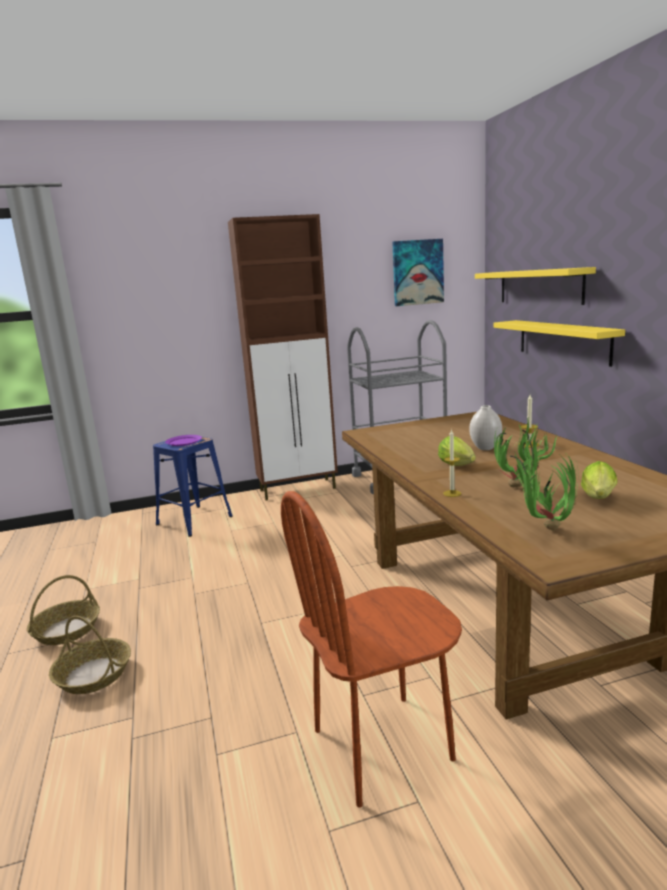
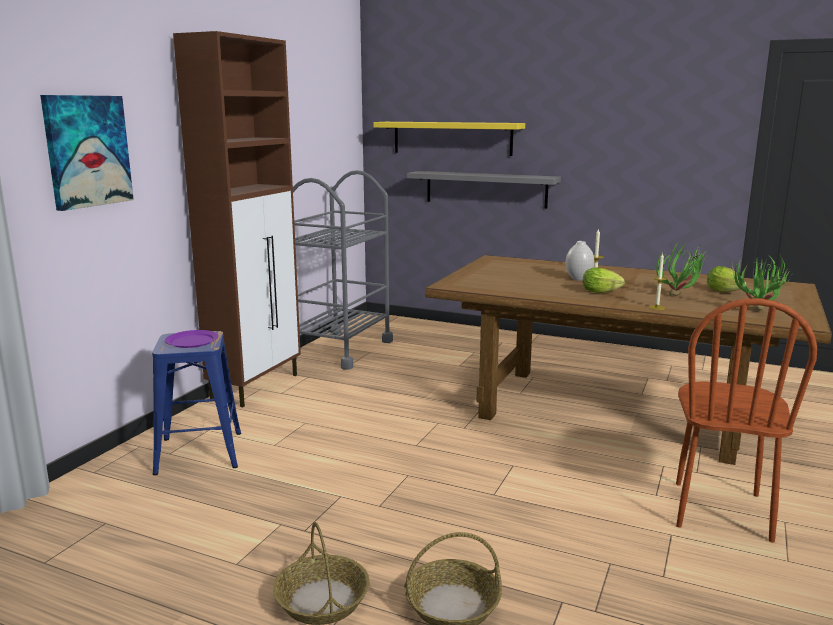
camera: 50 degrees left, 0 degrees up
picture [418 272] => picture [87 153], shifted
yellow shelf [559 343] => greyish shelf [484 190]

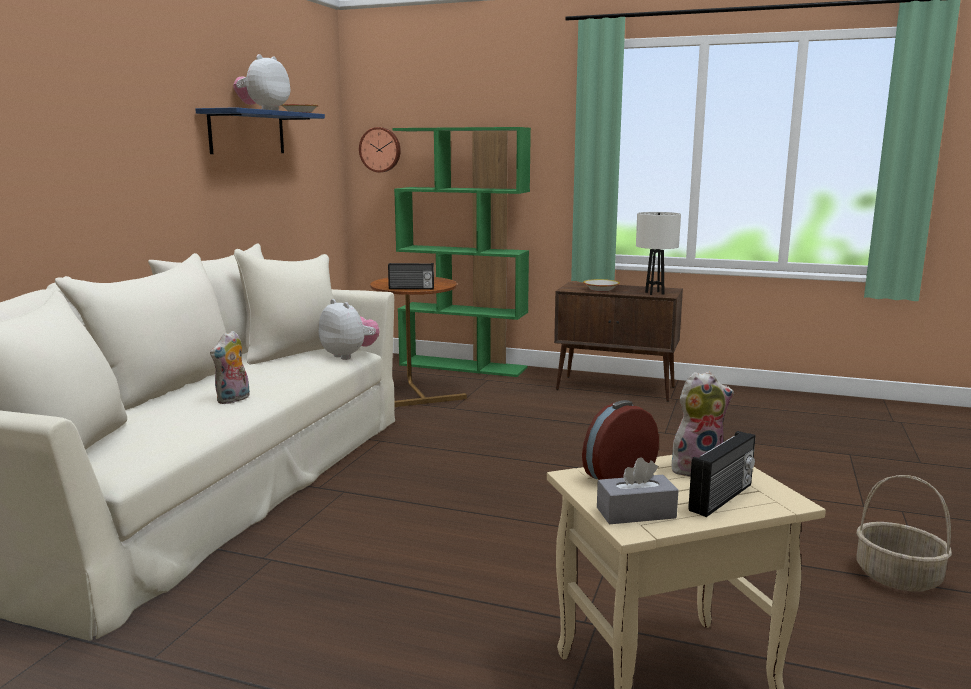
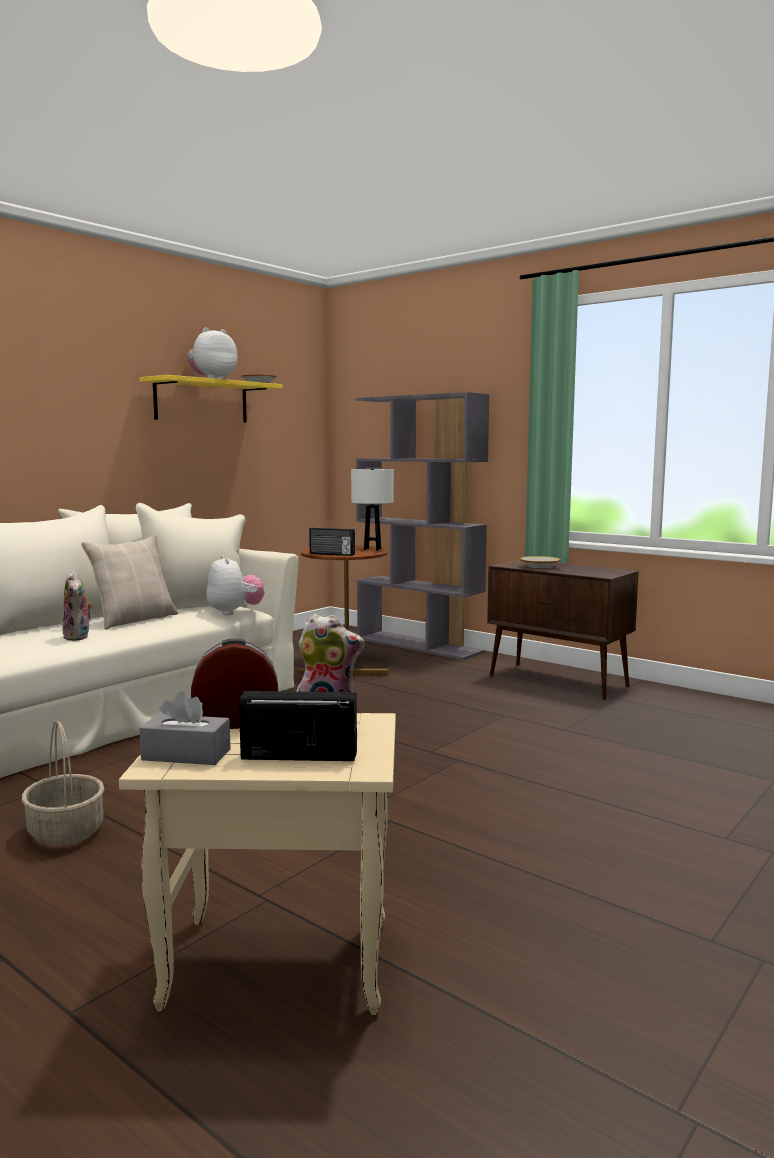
camera: 20 degrees right, 5 degrees down
storage basket [904 533] => storage basket [63 783], shifted
cuddly toy [230 367] => cuddly toy [77 606], 75 degrees counterclockwise
nothing => beige-coloured cushion [129 582]
bluish shelf [260 130] => yellow shelf [211 398]
radio set [721 474] => radio set [298 726], 150 degrees counterclockwise
whitish tabletop lamp [658 253] => whitish tabletop lamp [372 510], shifted
green shelving unit [462 252] => greyish shelving unit [422 526]
clock on the wall [380 149] => nothing

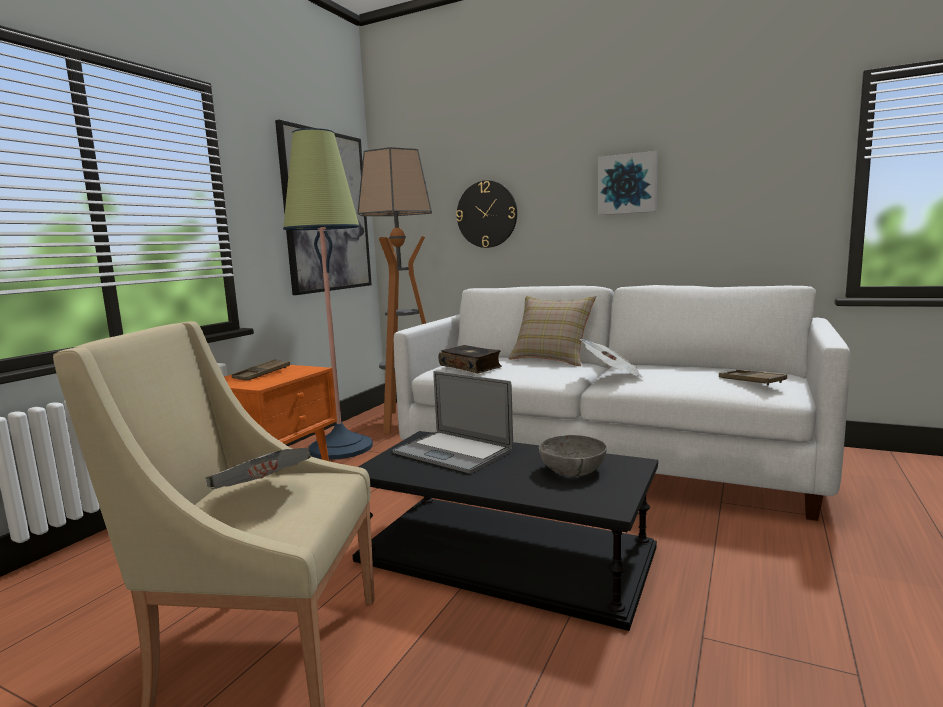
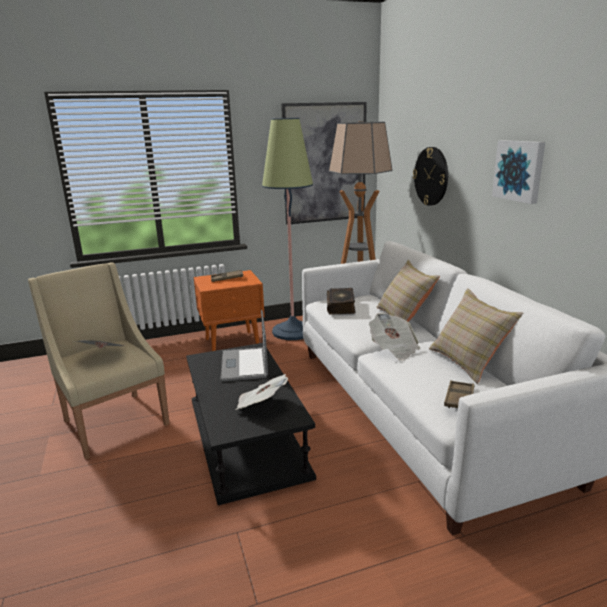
camera: 45 degrees right, 10 degrees up
greyish serving bowl [573 456] => printed paper [262 392]
nothing => beige-coloured cushion [476 336]

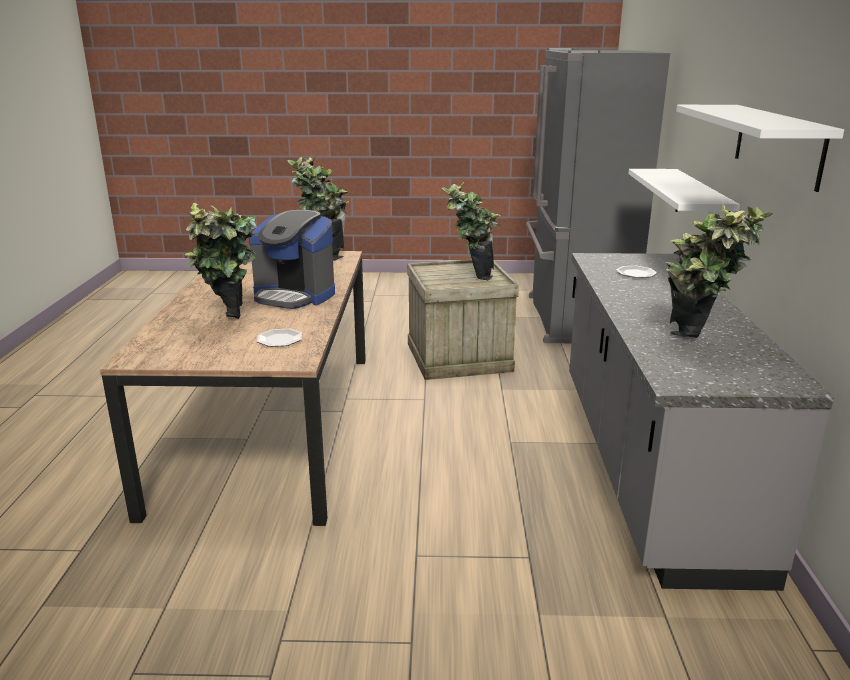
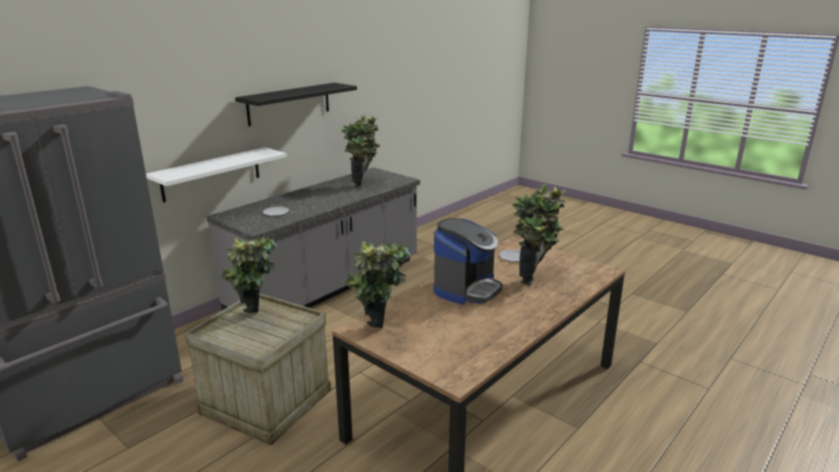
camera: 140 degrees left, 0 degrees up
whitish shelf [760 148] => black-coloured shelf [296 104]
coffee machine [292 259] => coffee machine [468 261], 60 degrees clockwise

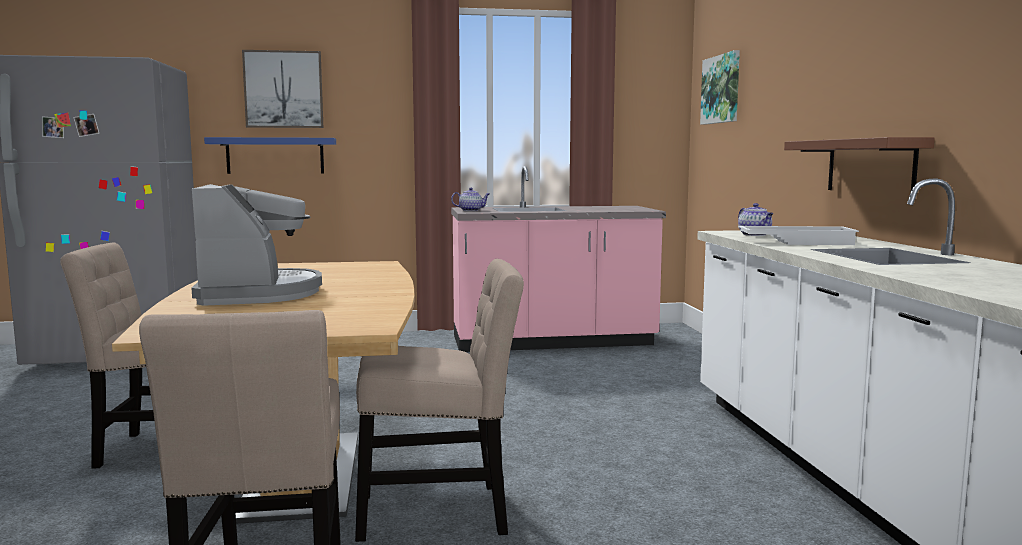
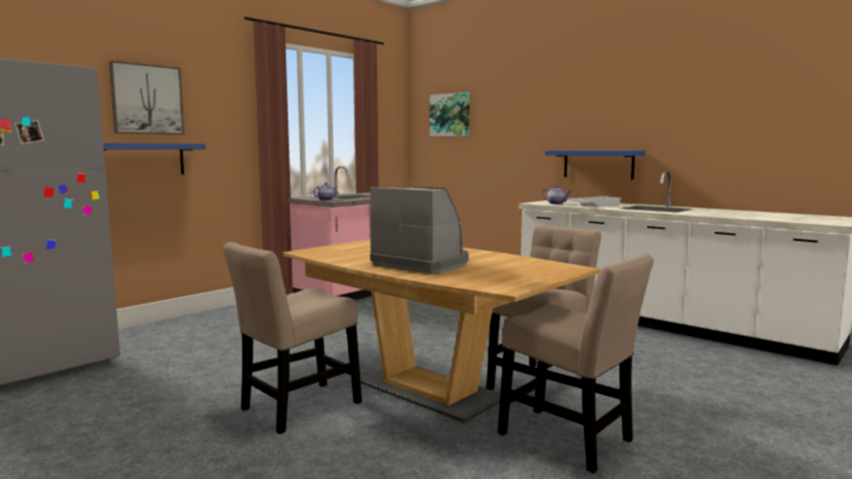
camera: 40 degrees left, 0 degrees up
brown shelf [859 164] => bluish shelf [595 165]

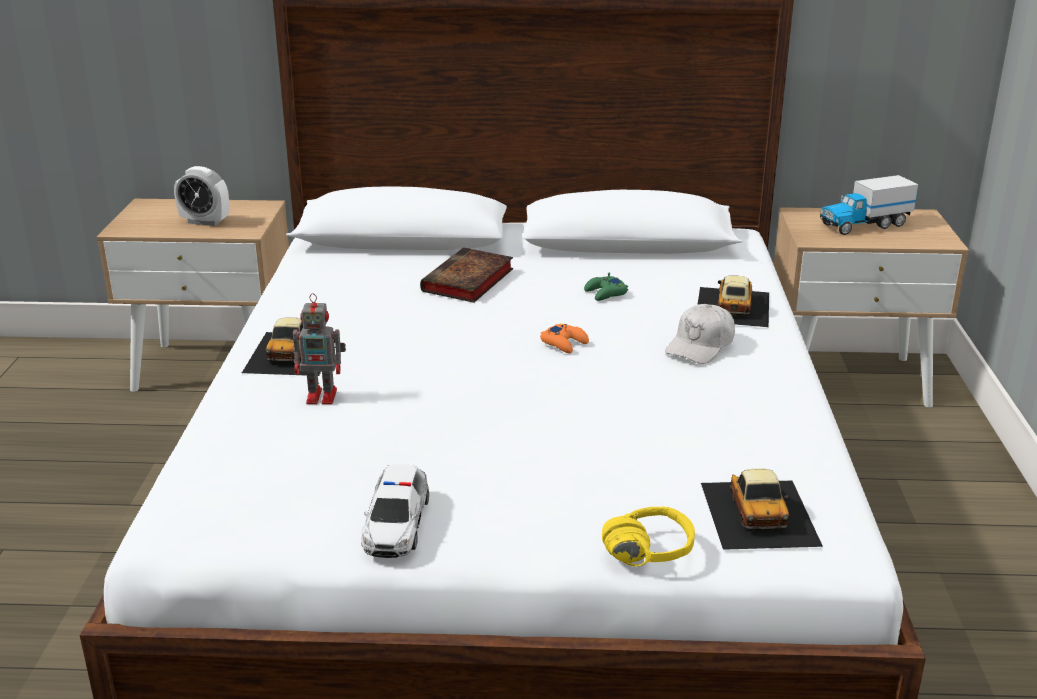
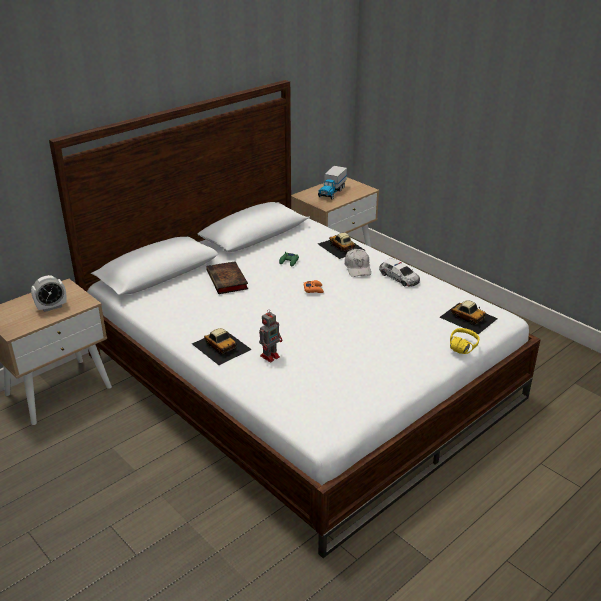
camera: 45 degrees left, 5 degrees up
model car [395 511] => model car [399 273], shifted

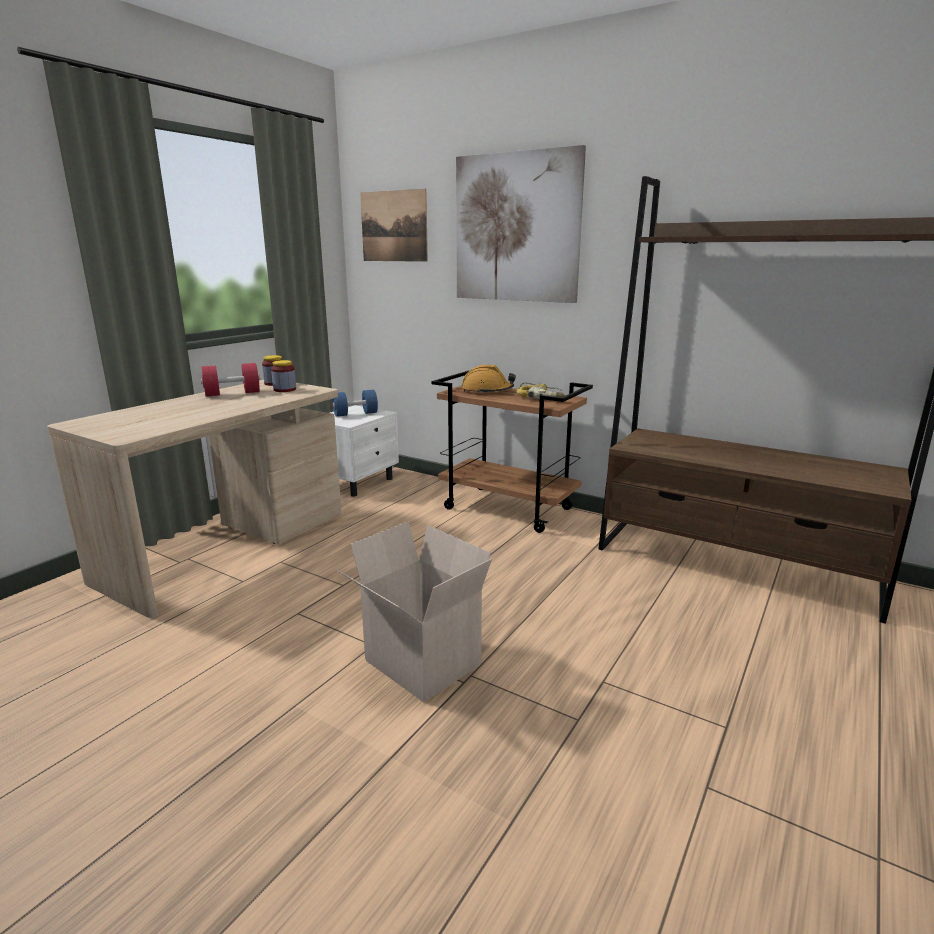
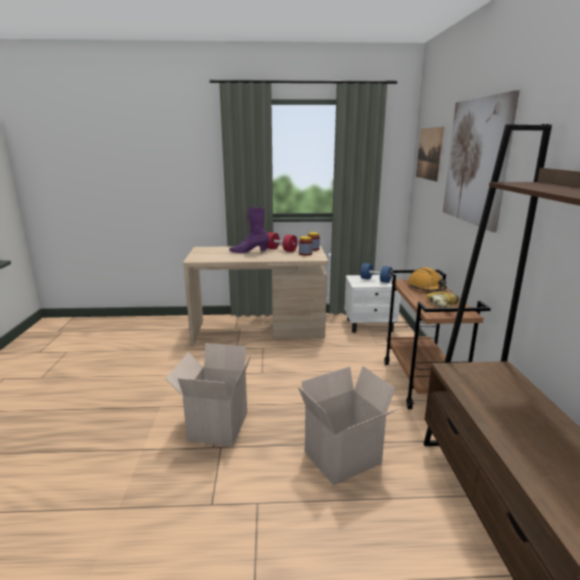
camera: 55 degrees right, 0 degrees up
nothing => purplish high-top boot [249 230]
nothing => carton [349 426]

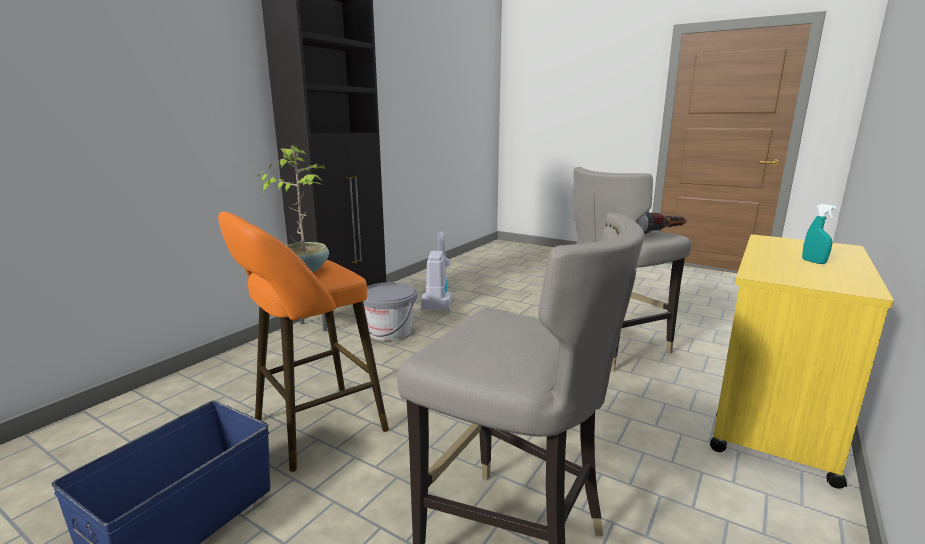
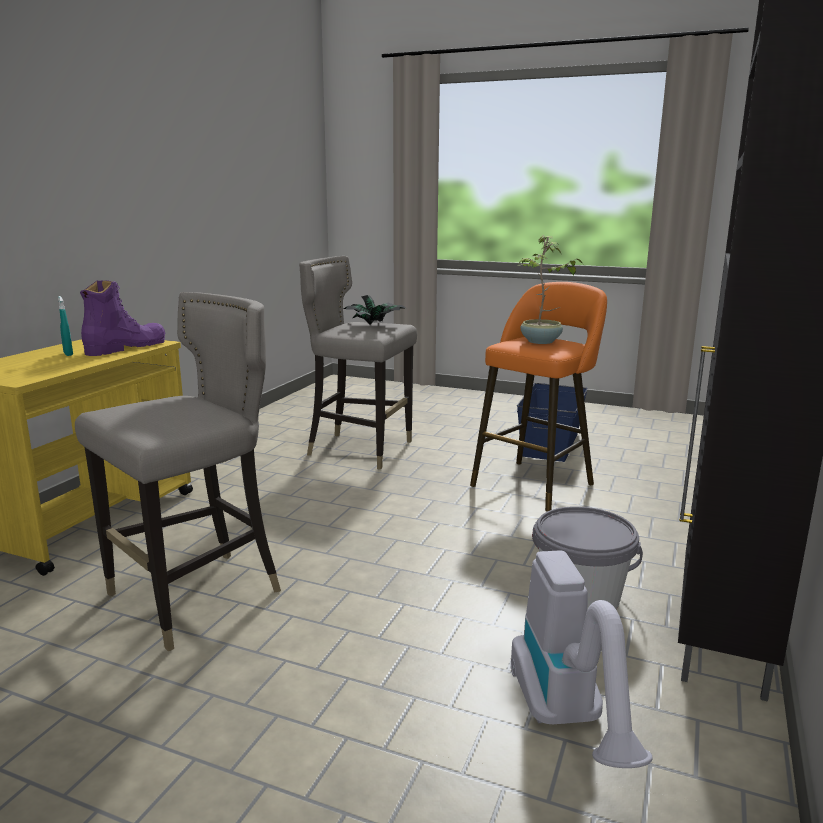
camera: 170 degrees right, 0 degrees up
nothing => purplish high-top boot [122 318]
nothing => houseplant [375 310]
flashlight [662 223] => nothing

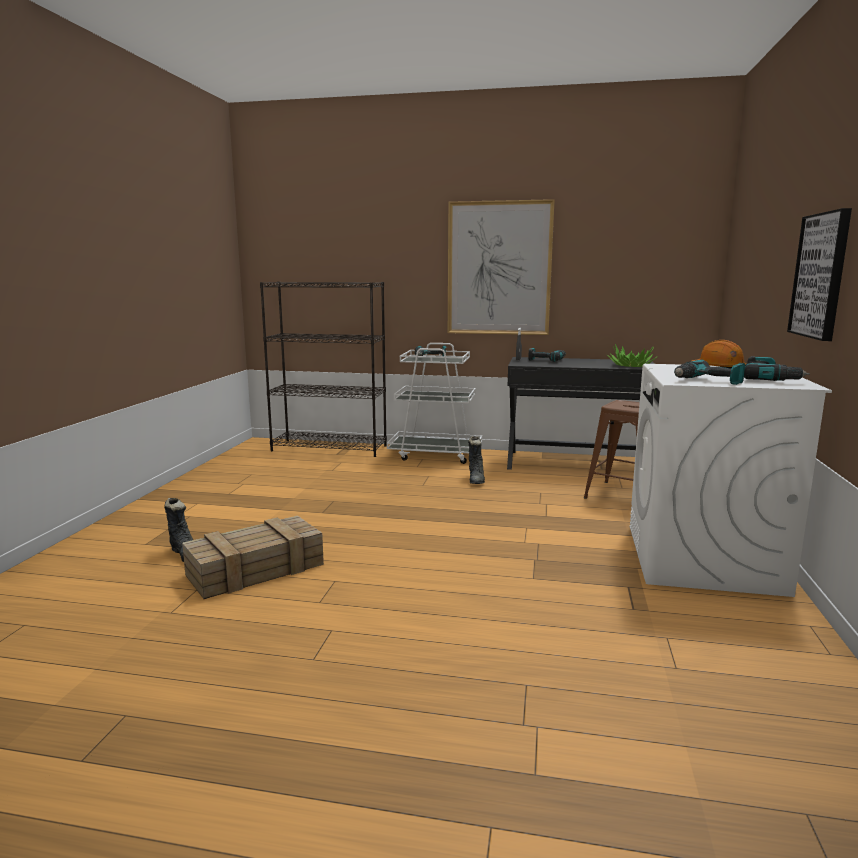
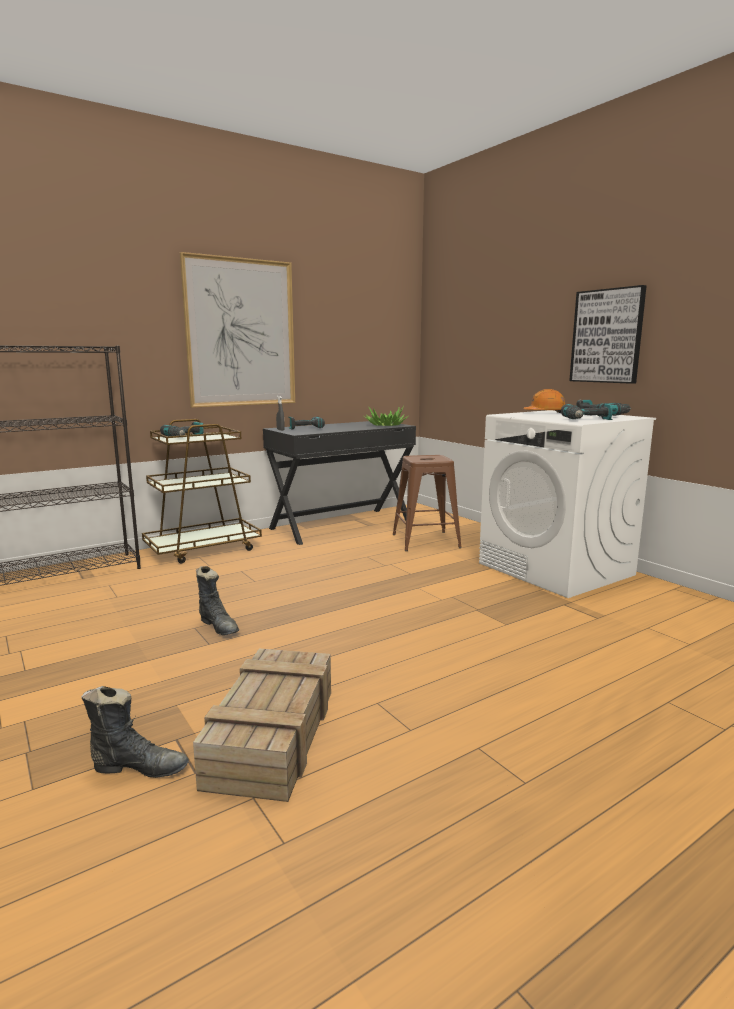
camera: 45 degrees left, 0 degrees up
whitish trolley [434 403] => brown trolley [202 491]
black-coloured high-top boot [476 460] => black-coloured high-top boot [217 600], shifted

